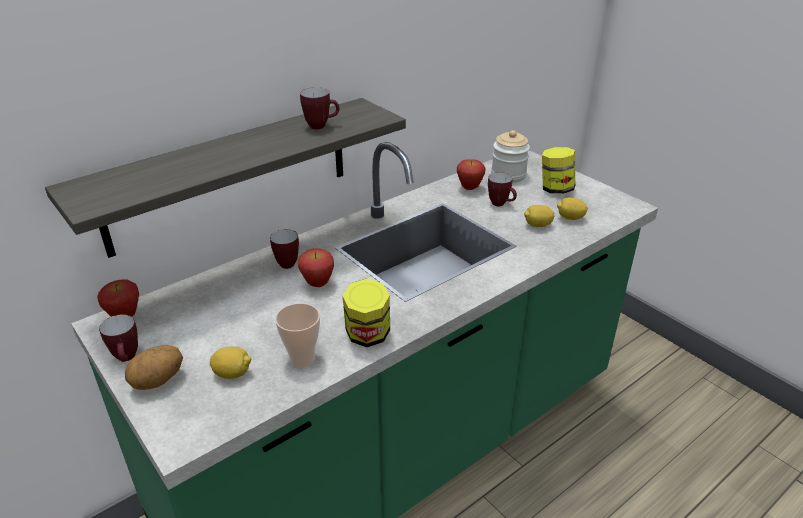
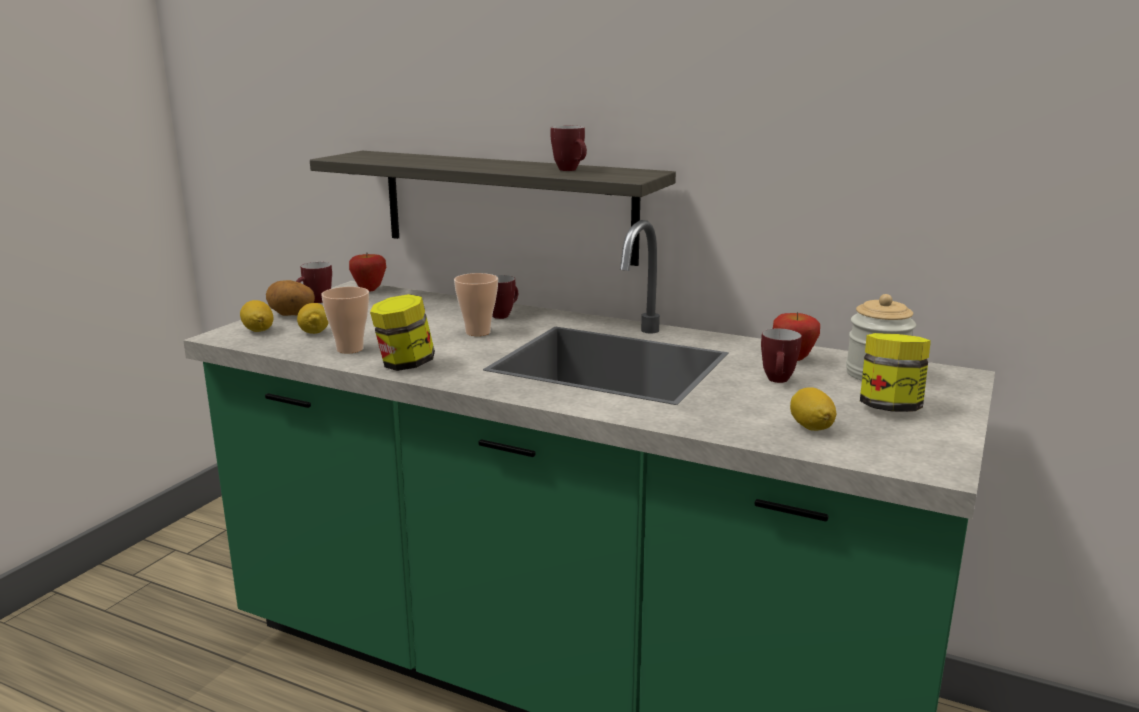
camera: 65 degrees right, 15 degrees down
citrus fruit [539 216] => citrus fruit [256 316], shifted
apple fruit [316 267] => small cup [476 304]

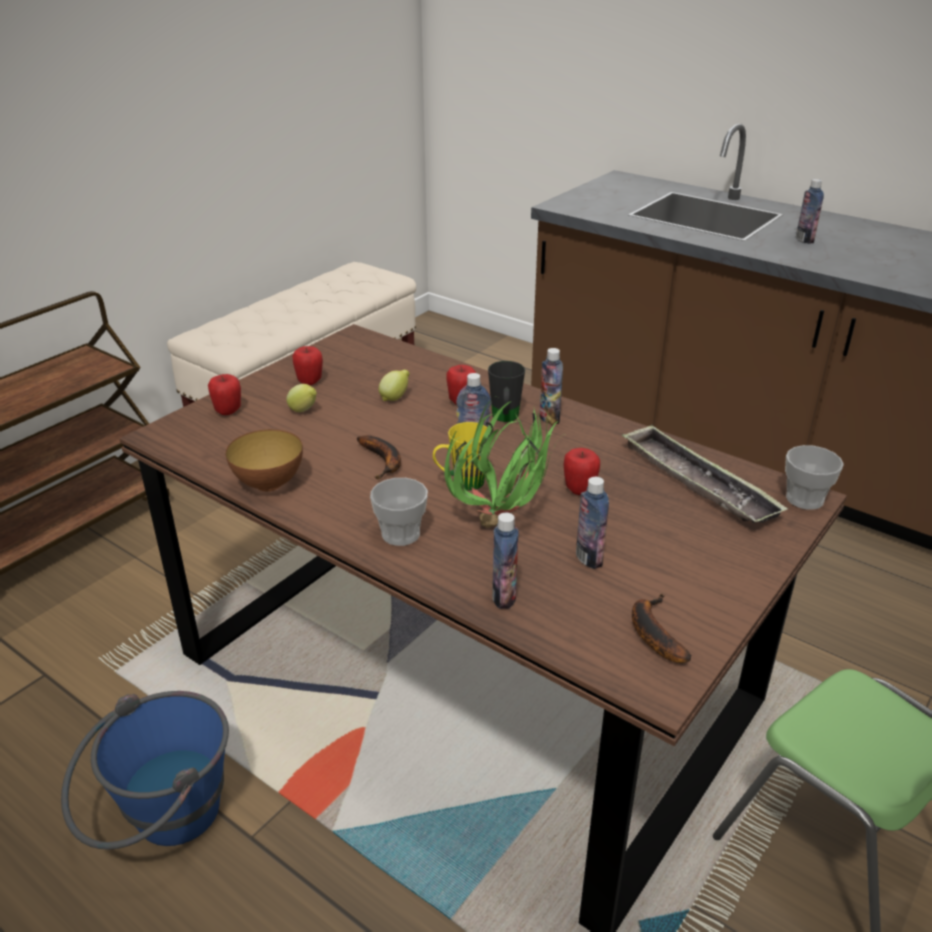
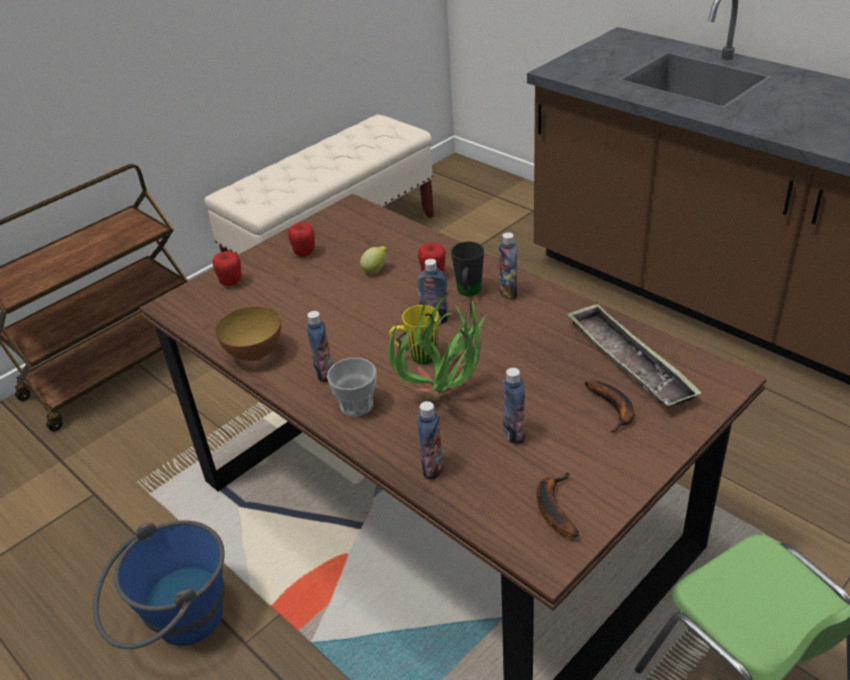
camera: 10 degrees right, 5 degrees up
bottle [810 211] => bottle [319 346], shifted
whole banana [378 457] => whole banana [609 406], shifted
citrus fruit [301 398] => nothing
apple fruit [581 471] => nothing
small cup [814 477] => nothing

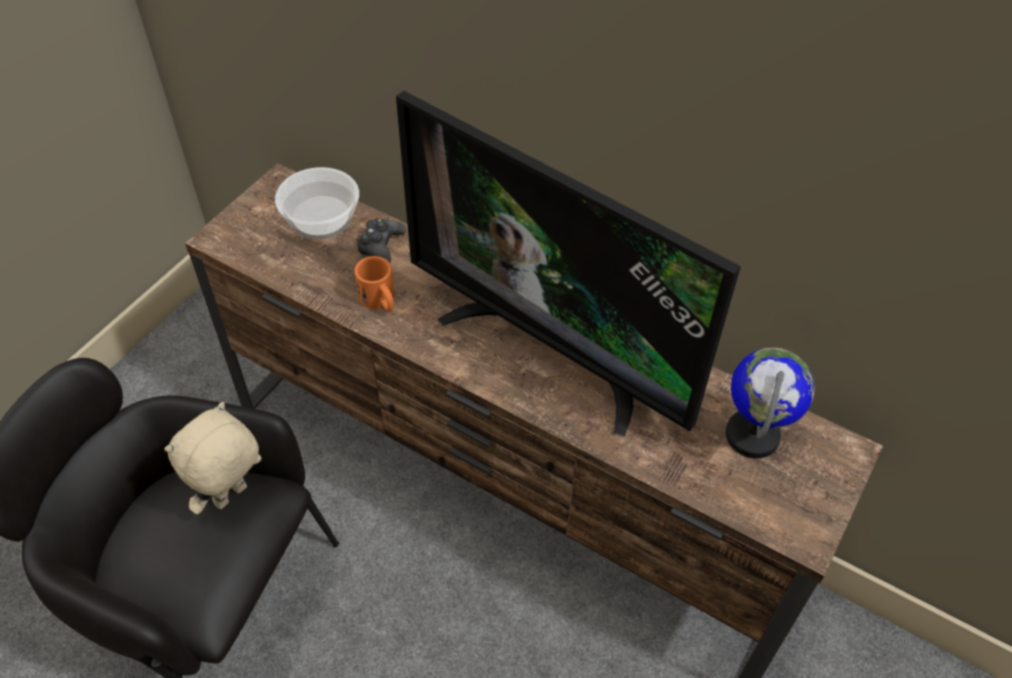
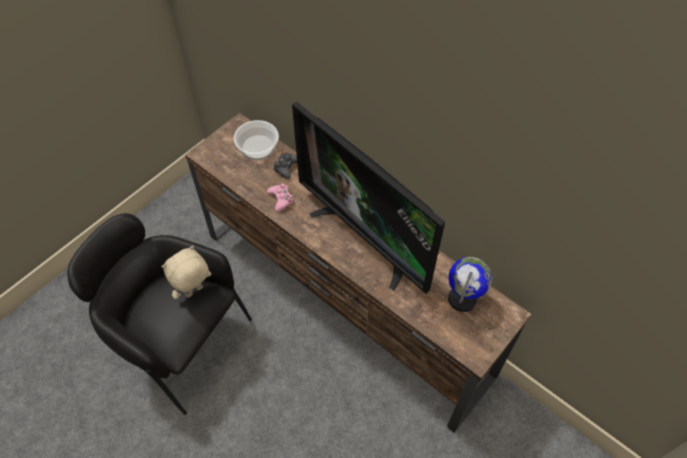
camera: 10 degrees right, 5 degrees up
orangey mug [374 284] => pinkish game controller [280 197]

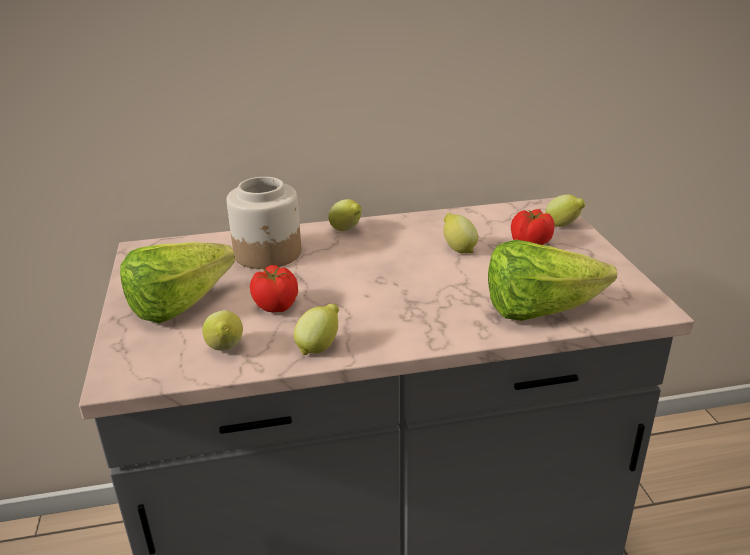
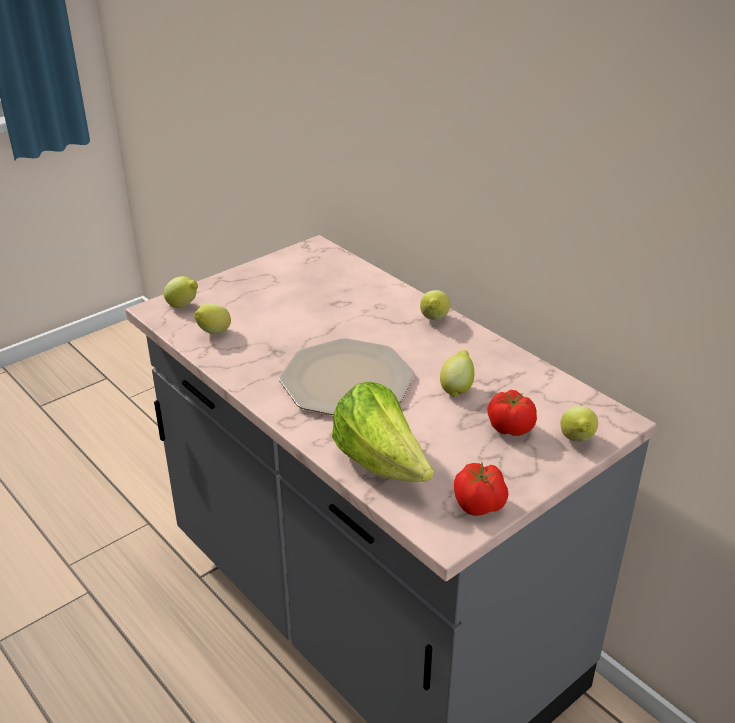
camera: 60 degrees right, 5 degrees up
citrus fruit [316 329] => citrus fruit [181 292], shifted
nothing => flat dish [346 376]
whole tomato [274 288] => whole tomato [481 489], shifted
lettuce head [177 282] => nothing
storage jar [264 223] => nothing

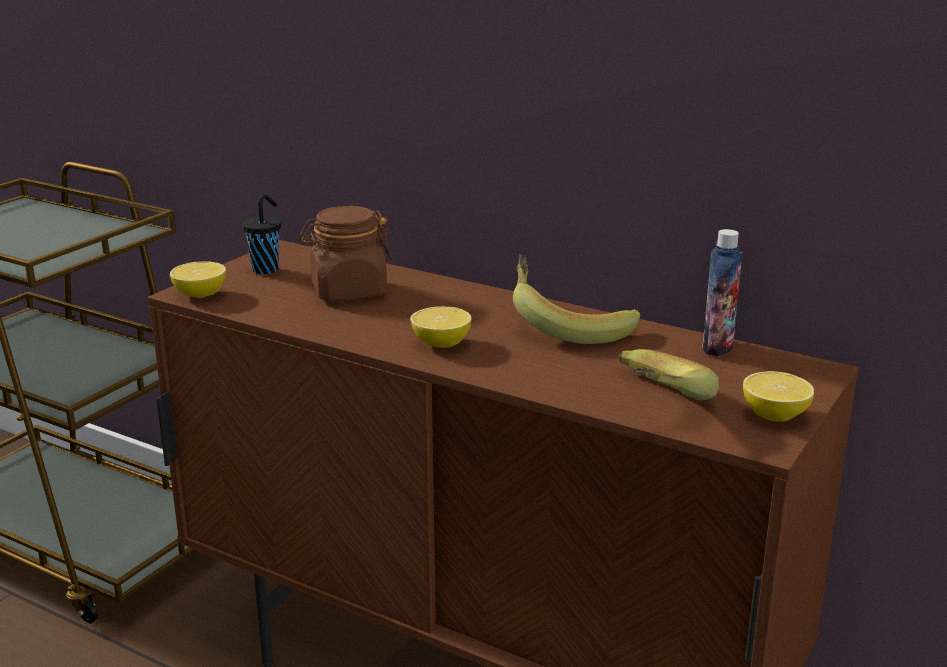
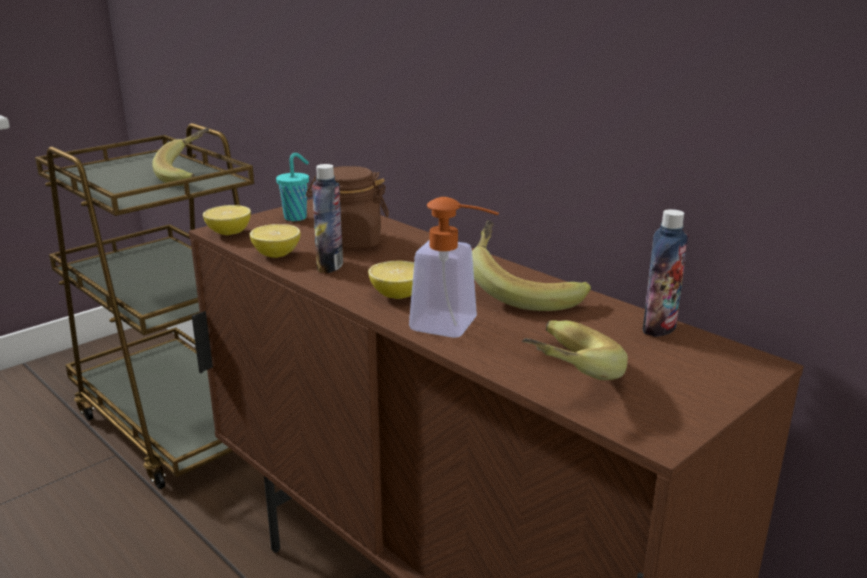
camera: 15 degrees right, 0 degrees up
nothing => whole banana [181 157]
citrus fruit [778 396] => citrus fruit [275 241], shifted
black-coloured small cup [261 234] => turquoise-coloured small cup [292 187]
nothing => bottle [327 218]
nothing => liquid soap bottle [454 267]

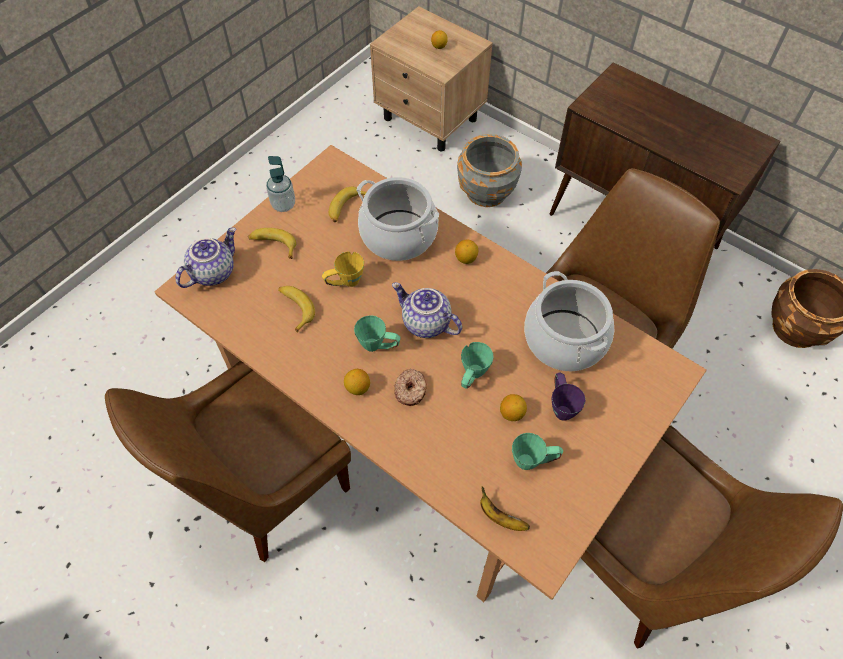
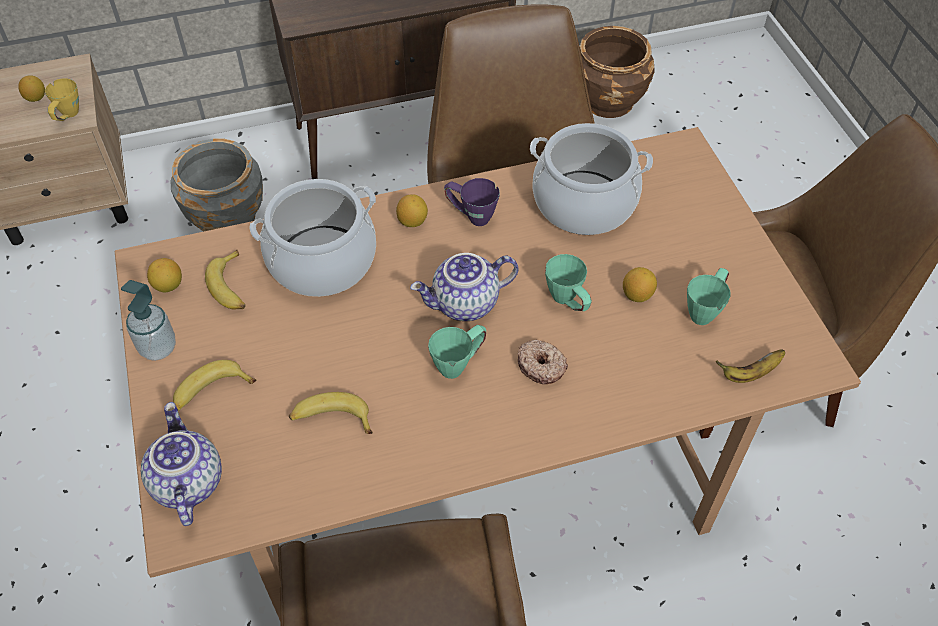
camera: 55 degrees left, 5 degrees down
yellow mug [343 269] => yellow mug [62 99], shifted
citrus fruit [357 382] => citrus fruit [164 275], shifted
purplish mug [568 397] => purplish mug [472 202], shifted

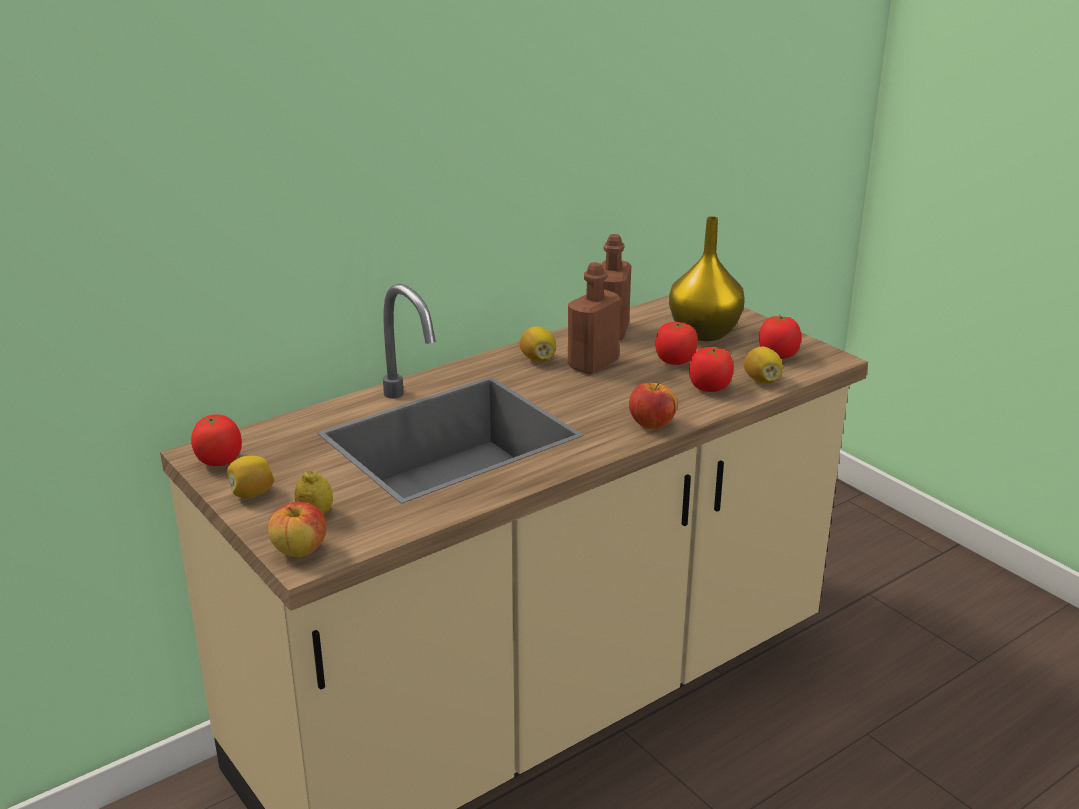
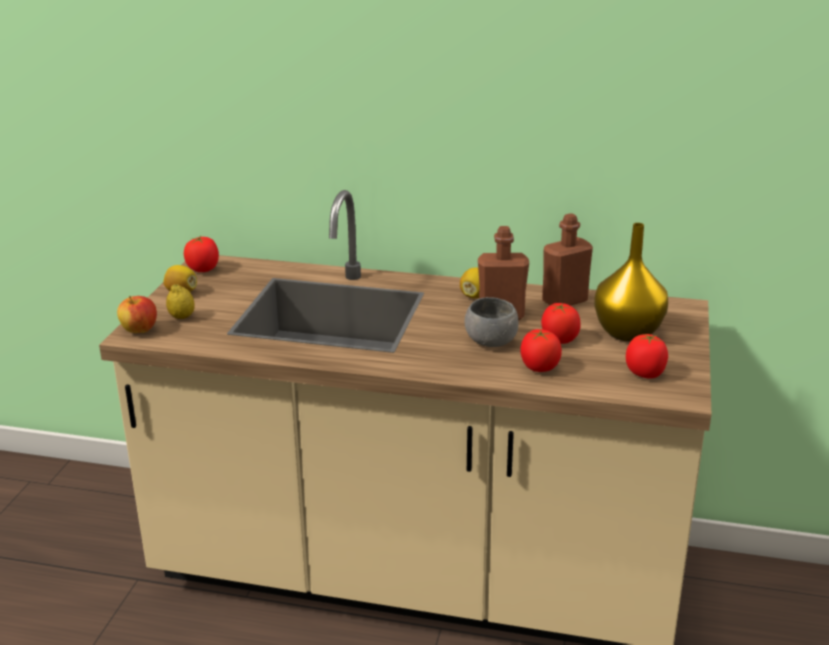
camera: 50 degrees right, 0 degrees up
nothing => greyish serving bowl [492 322]
apple fruit [653 405] => nothing
citrus fruit [763 365] => nothing

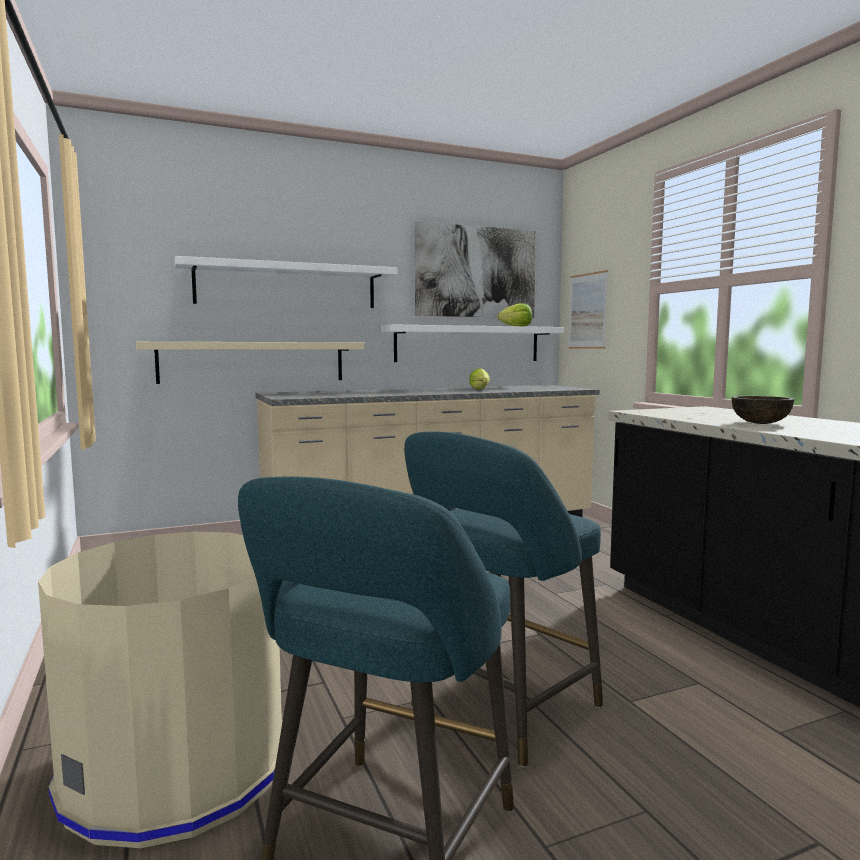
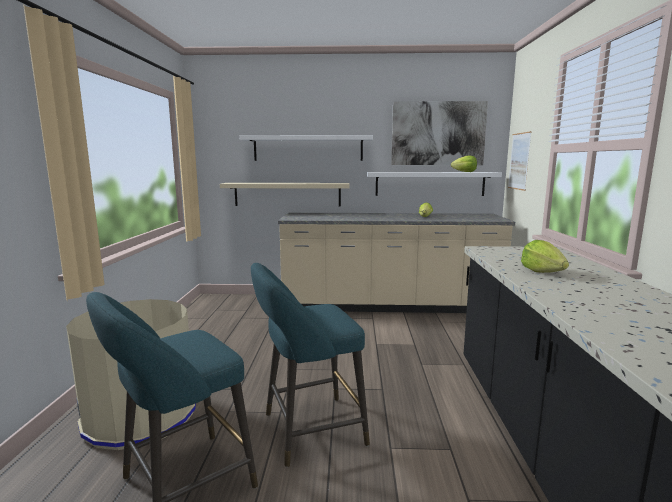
camera: 25 degrees right, 5 degrees up
brown serving bowl [763 410] => lettuce head [545 256]

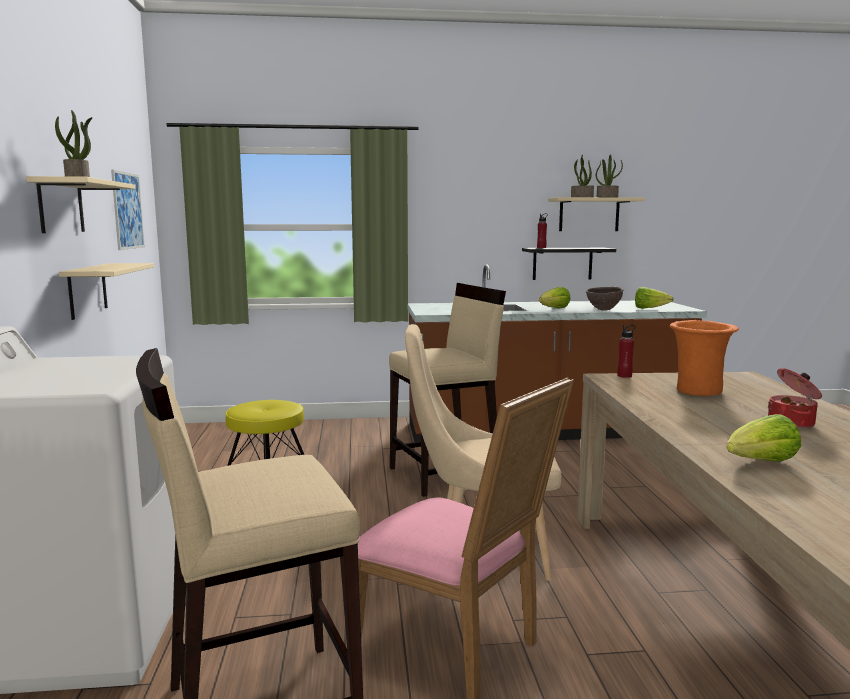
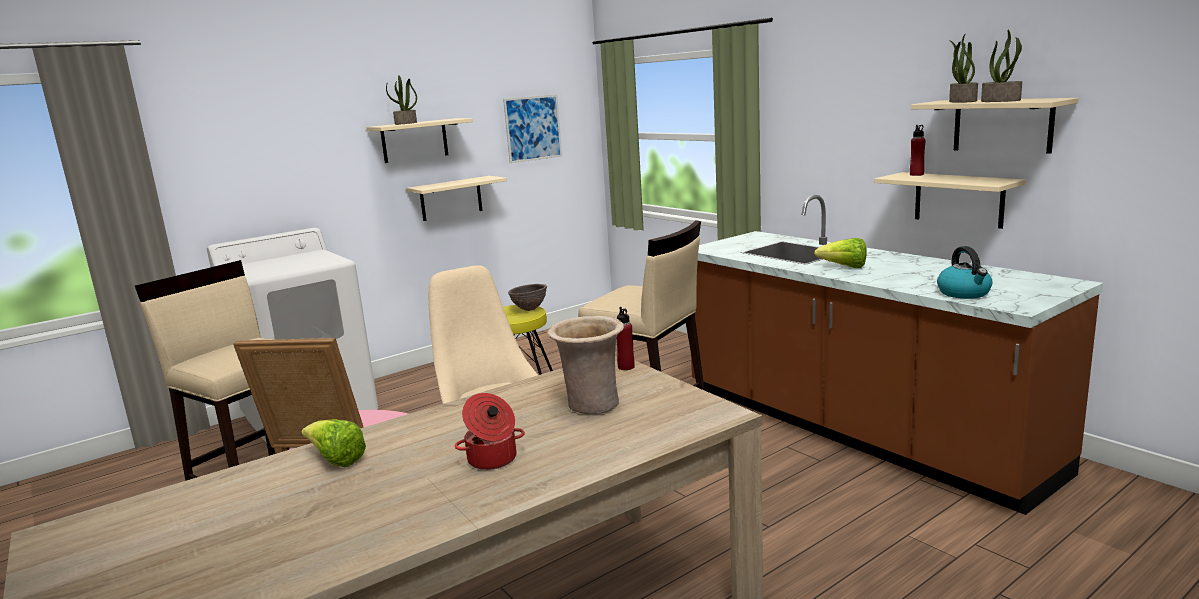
camera: 60 degrees right, 5 degrees up
brown serving bowl [605 299] => brown serving bowl [527 297], shifted
orangey flower vase [704 358] => beige-coloured flower vase [585 365]
black-coloured shelf [569 264] => beige-coloured shelf [950 200]
lettuce head [654 298] => kettle [965 272]

